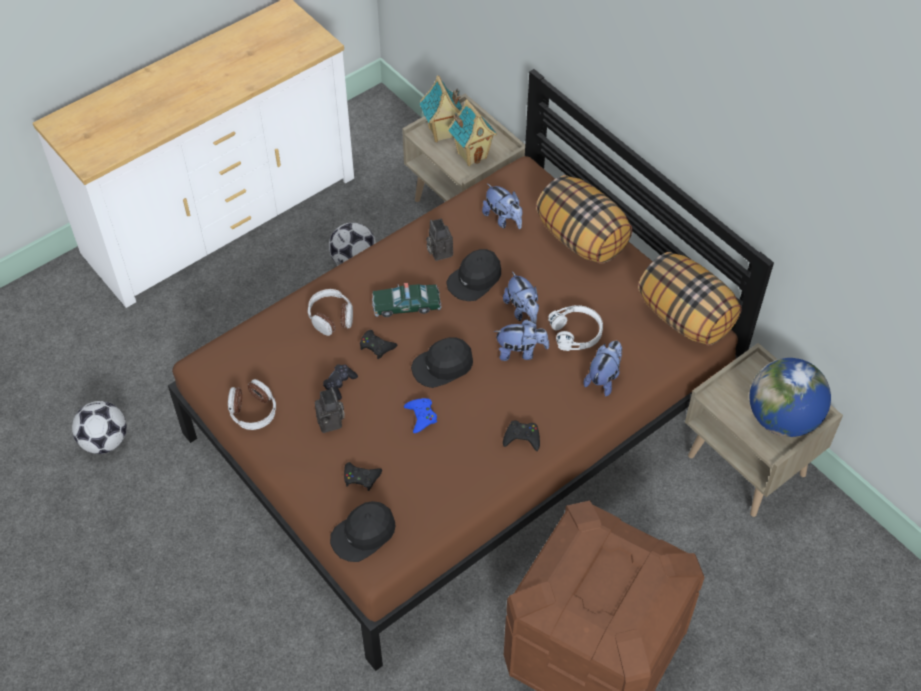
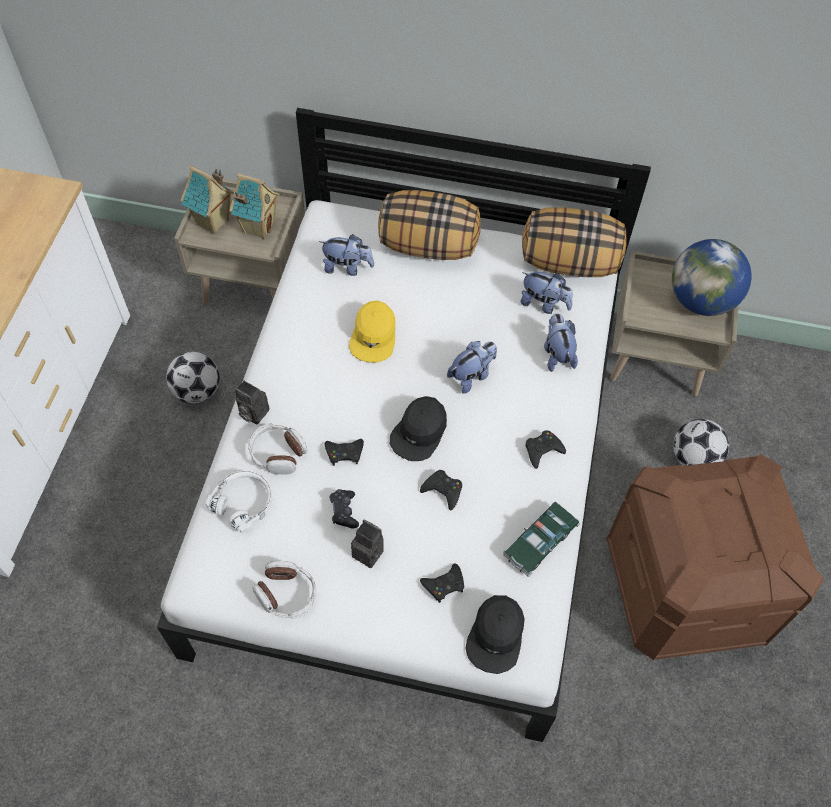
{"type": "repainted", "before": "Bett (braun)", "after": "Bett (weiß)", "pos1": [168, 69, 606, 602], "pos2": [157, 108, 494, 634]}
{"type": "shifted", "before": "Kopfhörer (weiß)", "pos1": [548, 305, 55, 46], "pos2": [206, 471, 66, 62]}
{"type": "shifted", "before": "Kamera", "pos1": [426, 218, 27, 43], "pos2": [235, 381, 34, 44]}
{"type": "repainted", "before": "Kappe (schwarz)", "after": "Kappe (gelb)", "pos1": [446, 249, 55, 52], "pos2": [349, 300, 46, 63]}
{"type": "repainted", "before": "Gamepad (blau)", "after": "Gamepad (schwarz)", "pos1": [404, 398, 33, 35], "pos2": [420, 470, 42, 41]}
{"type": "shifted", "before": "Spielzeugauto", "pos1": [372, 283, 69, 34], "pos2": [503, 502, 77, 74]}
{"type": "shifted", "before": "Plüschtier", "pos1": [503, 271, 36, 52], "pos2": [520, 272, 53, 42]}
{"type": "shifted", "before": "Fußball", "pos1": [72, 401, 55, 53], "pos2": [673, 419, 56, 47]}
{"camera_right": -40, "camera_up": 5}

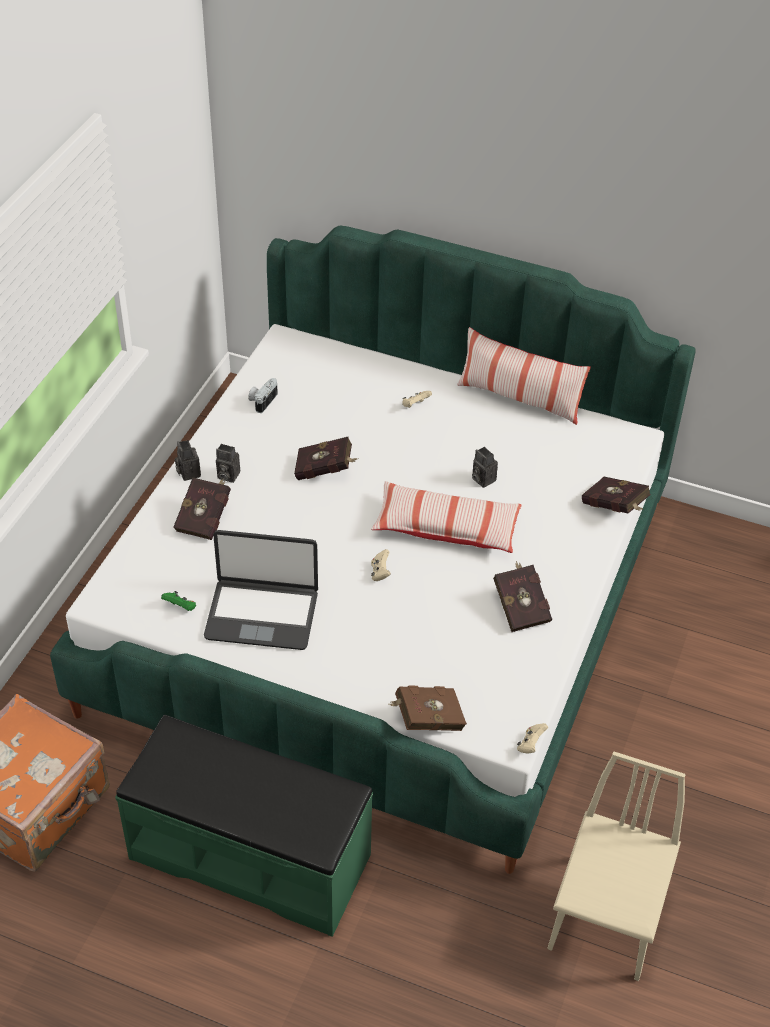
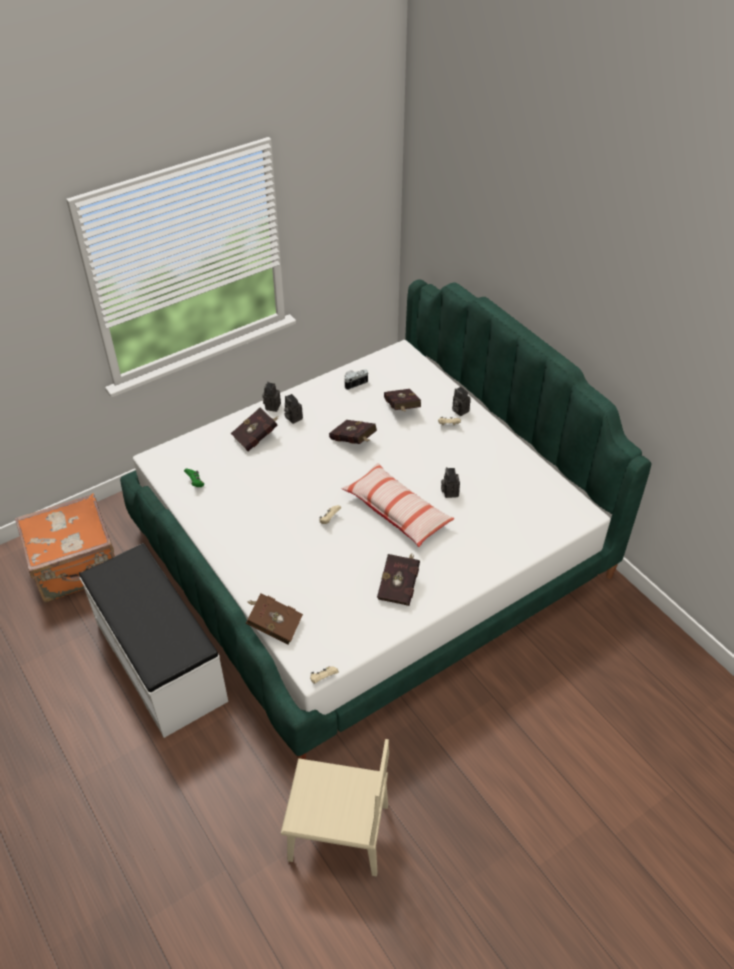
{"type": "repainted", "before": "Bank (grün)", "after": "Bank (weiß)", "pos1": [115, 715, 258, 222], "pos2": [79, 543, 149, 195]}
{"type": "rotated", "before": "Stuhl (beige)", "pos1": [547, 752, 138, 229], "pos2": [281, 739, 108, 138], "turn": 45}
{"type": "shifted", "before": "Buch (rot)", "pos1": [582, 477, 68, 36], "pos2": [384, 389, 37, 22]}
{"type": "new", "after": "Kamera", "pos2": [452, 387, 18, 29]}
{"type": "gone", "before": "Laptop", "pos1": [204, 530, 114, 120]}
{"type": "gone", "before": "Kissen", "pos1": [457, 327, 134, 98]}
{"camera_right": 35, "camera_up": 0}

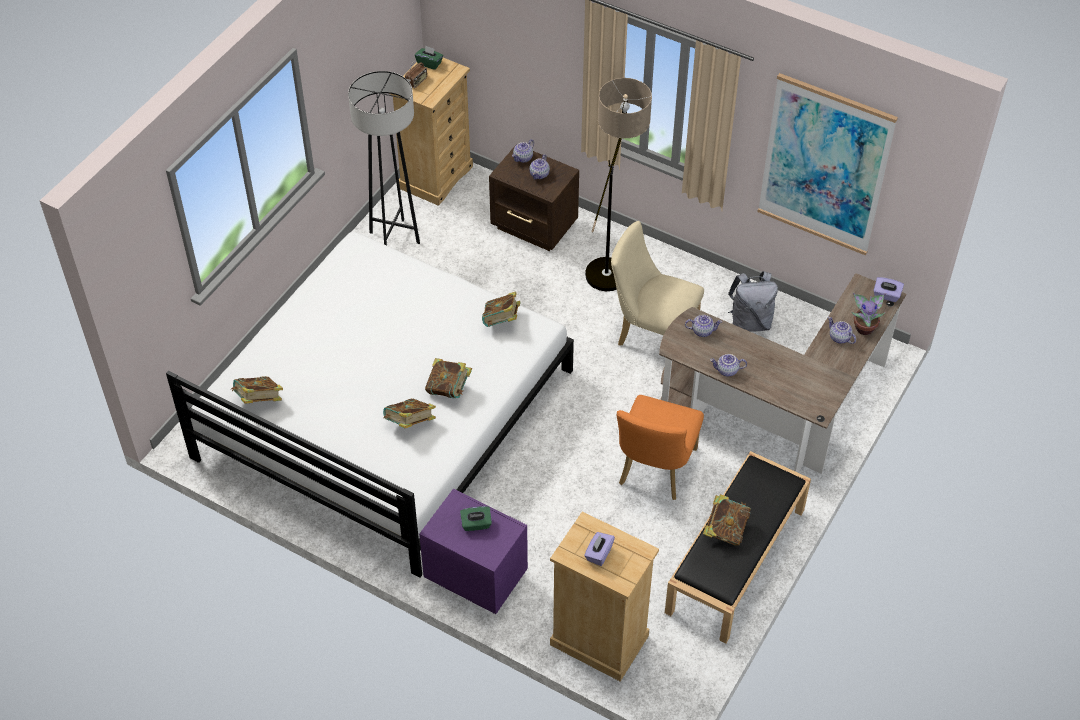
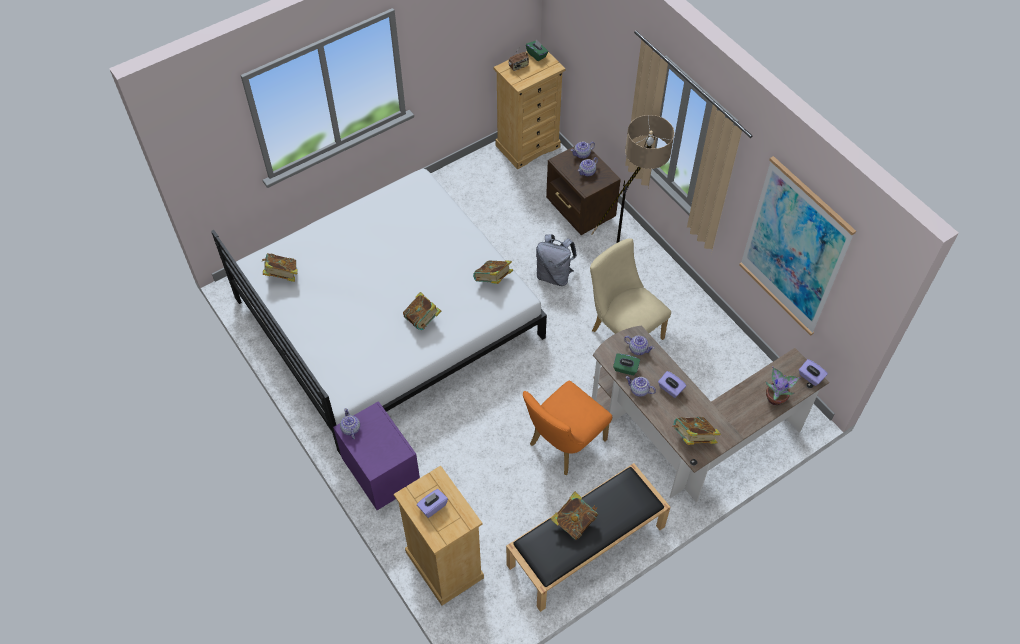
{"type": "shifted", "before": "Teekanne", "pos1": [828, 317, 28, 27], "pos2": [340, 408, 20, 31]}
{"type": "shifted", "before": "Rucksack (grau)", "pos1": [728, 271, 50, 61], "pos2": [536, 234, 41, 52]}
{"type": "shifted", "before": "Taschentuchbox (grün)", "pos1": [460, 506, 32, 25], "pos2": [613, 353, 27, 22]}
{"type": "new", "after": "Taschentuchbox (lila)", "pos2": [658, 371, 28, 27]}
{"type": "shifted", "before": "Buch", "pos1": [383, 399, 53, 29], "pos2": [672, 417, 49, 28]}
{"type": "gone", "before": "Stehlampe (grau)", "pos1": [348, 71, 72, 175]}
{"camera_right": 25, "camera_up": 5}

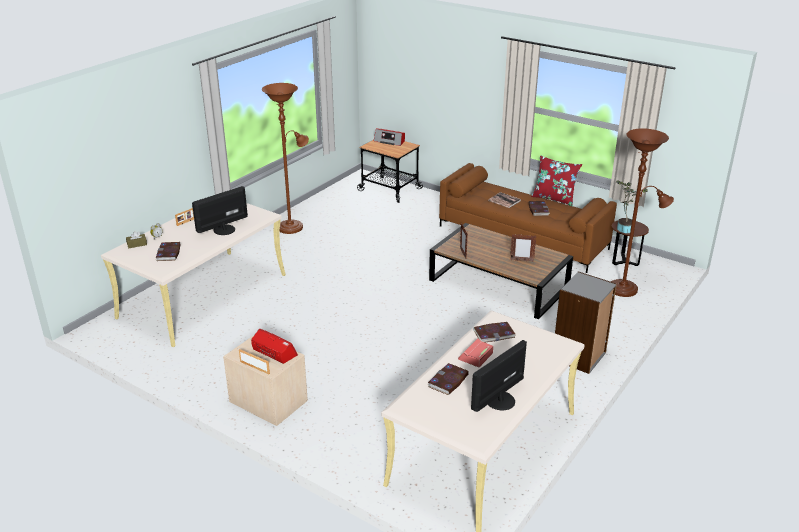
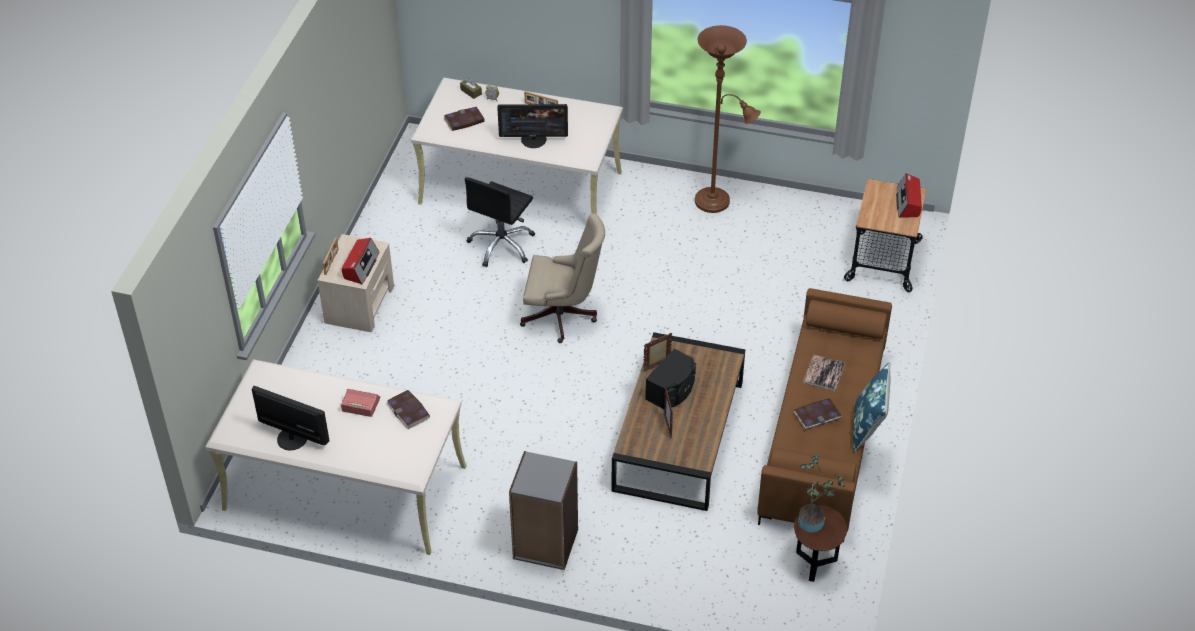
{"type": "new", "after": "Bürostuhl (schwarz)", "pos2": [465, 177, 70, 90]}
{"type": "rotated", "before": "Monitor", "pos1": [192, 186, 56, 49], "pos2": [497, 104, 71, 44], "turn": 150}
{"type": "new", "after": "Bürostuhl (beige)", "pos2": [520, 213, 85, 130]}
{"type": "new", "after": "Lautsprecher (schwarz)", "pos2": [645, 349, 51, 60]}
{"type": "repainted", "before": "Kissen (rot)", "after": "Kissen (blau)", "pos1": [531, 155, 51, 51], "pos2": [853, 362, 37, 90]}
{"type": "gone", "before": "Buch", "pos1": [427, 363, 42, 32]}
{"type": "gone", "before": "Stehlampe (braun)", "pos1": [611, 128, 63, 169]}
{"camera_right": 70, "camera_up": 15}

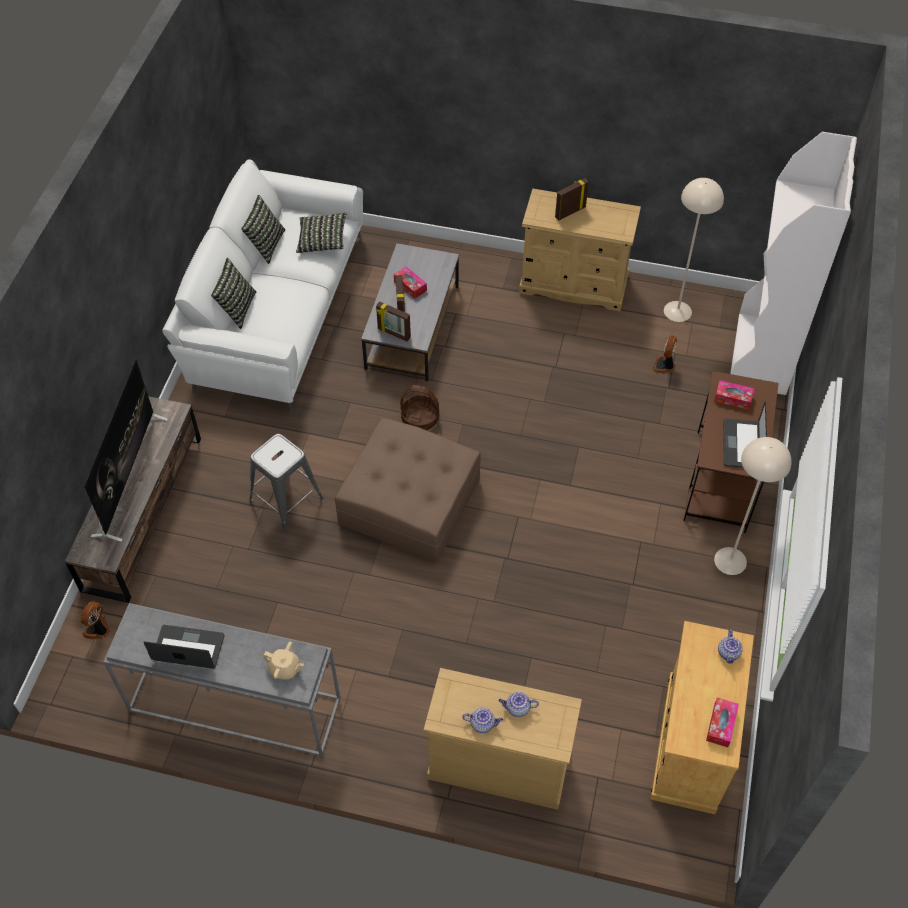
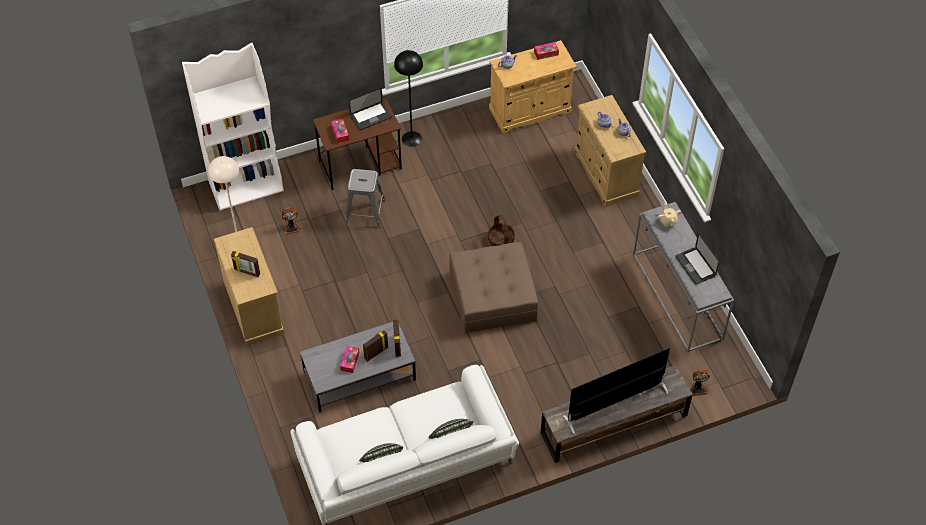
{"type": "shifted", "before": "Hocker (grau)", "pos1": [249, 434, 74, 97], "pos2": [345, 169, 40, 59]}
{"type": "repainted", "before": "Stehlampe (beige)", "after": "Stehlampe (schwarz)", "pos1": [714, 437, 78, 138], "pos2": [394, 50, 29, 97]}
{"type": "shifted", "before": "Korb", "pos1": [400, 385, 39, 45], "pos2": [488, 215, 27, 31]}
{"type": "gone", "before": "Kissen", "pos1": [296, 213, 51, 40]}
{"camera_right": -125, "camera_up": 0}

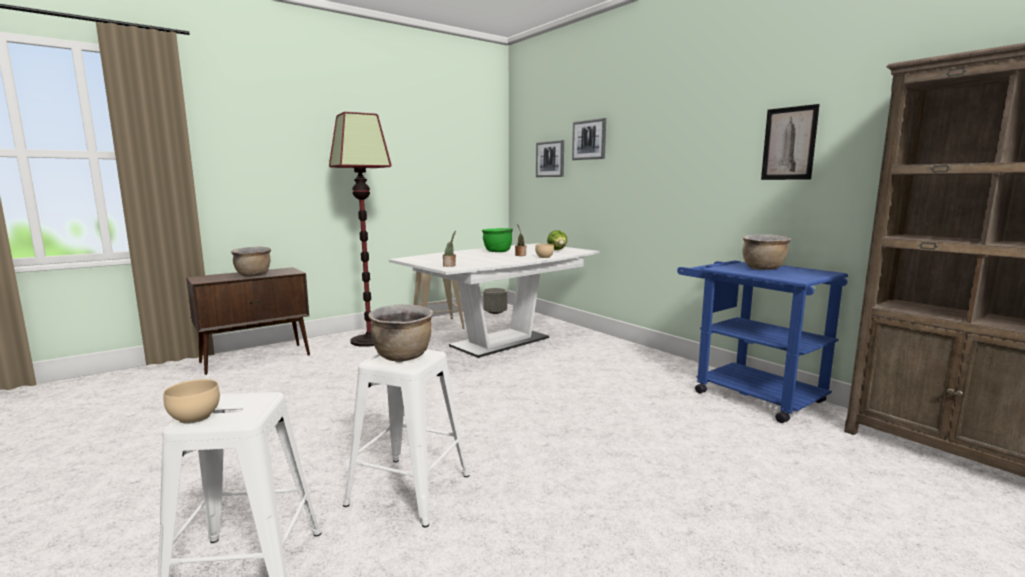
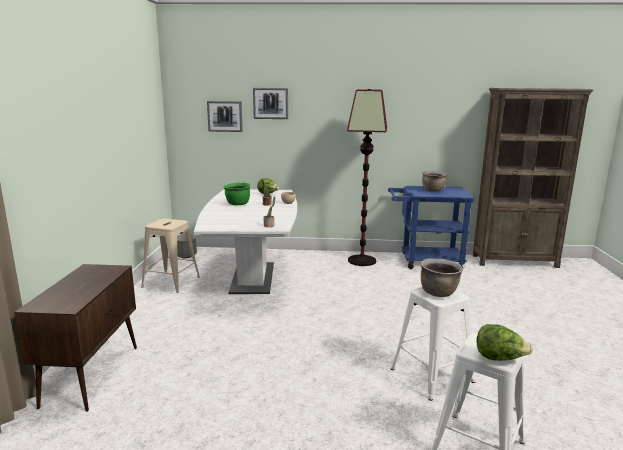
{"type": "shifted", "before": "Stehlampe", "pos1": [329, 112, 63, 235], "pos2": [347, 89, 40, 177]}
{"type": "swapped", "before": "Schüssel (beige)", "after": "Salatkopf", "pos1": [163, 379, 57, 45], "pos2": [476, 324, 57, 37]}
{"type": "gone", "before": "Kochtopf (braun)", "pos1": [231, 247, 40, 30]}
{"type": "gone", "before": "Bild", "pos1": [761, 104, 59, 76]}
{"camera_right": -50, "camera_up": 5}

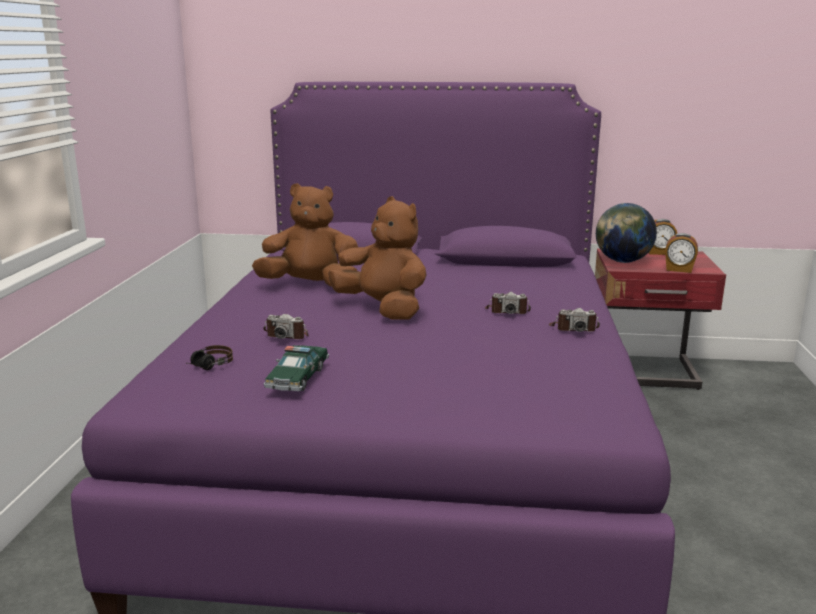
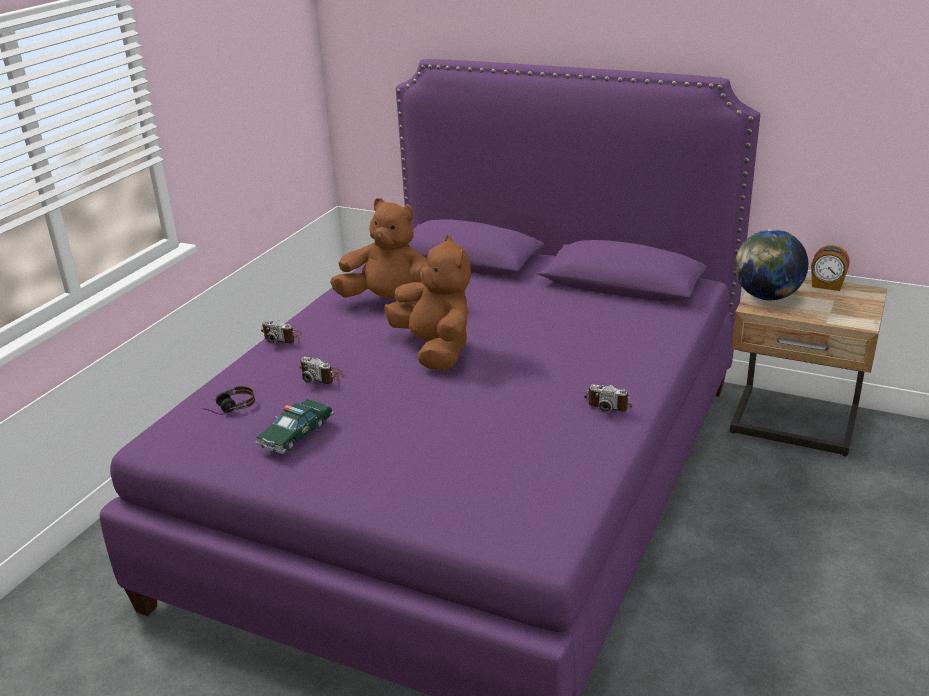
{"type": "shifted", "before": "Kamera", "pos1": [485, 292, 46, 22], "pos2": [261, 320, 41, 24]}
{"type": "repainted", "before": "Nachttisch (rot)", "after": "Nachttisch (beige)", "pos1": [595, 249, 131, 141], "pos2": [730, 277, 158, 180]}
{"type": "gone", "before": "Wecker", "pos1": [665, 233, 33, 40]}
{"camera_right": 20, "camera_up": 10}

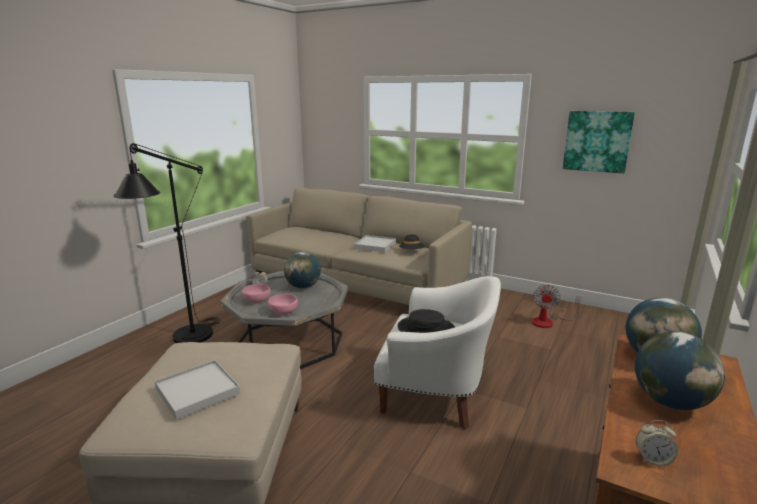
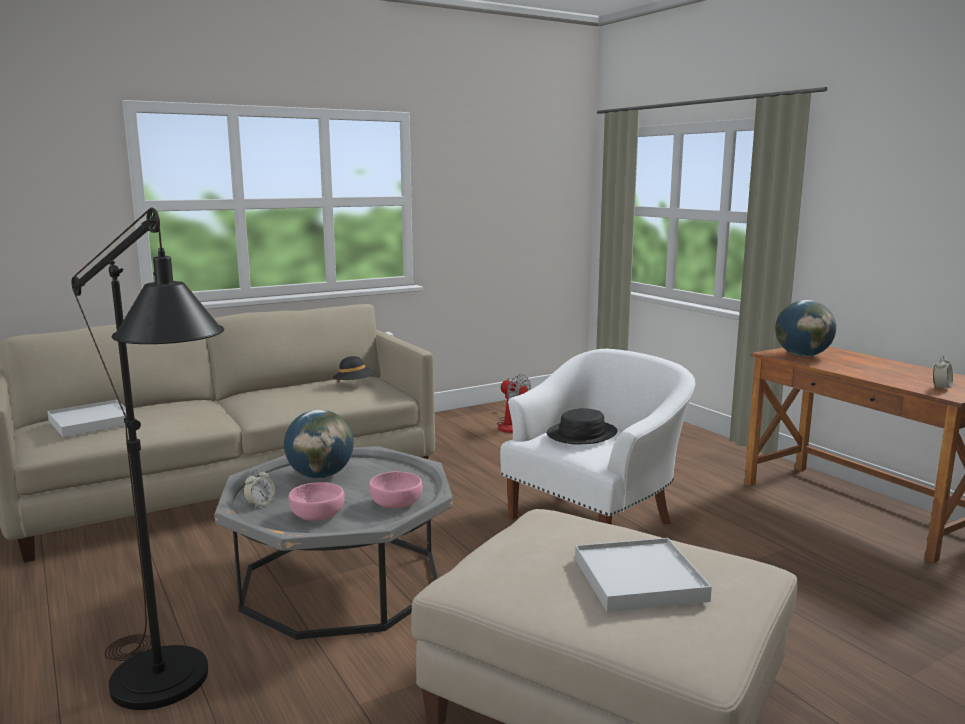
{"type": "shifted", "before": "Tablett (weiß)", "pos1": [354, 235, 42, 17], "pos2": [47, 400, 80, 37]}
{"type": "gone", "before": "Bild", "pos1": [563, 111, 72, 62]}
{"type": "gone", "before": "Globus", "pos1": [635, 331, 90, 79]}
{"camera_right": -60, "camera_up": -5}

